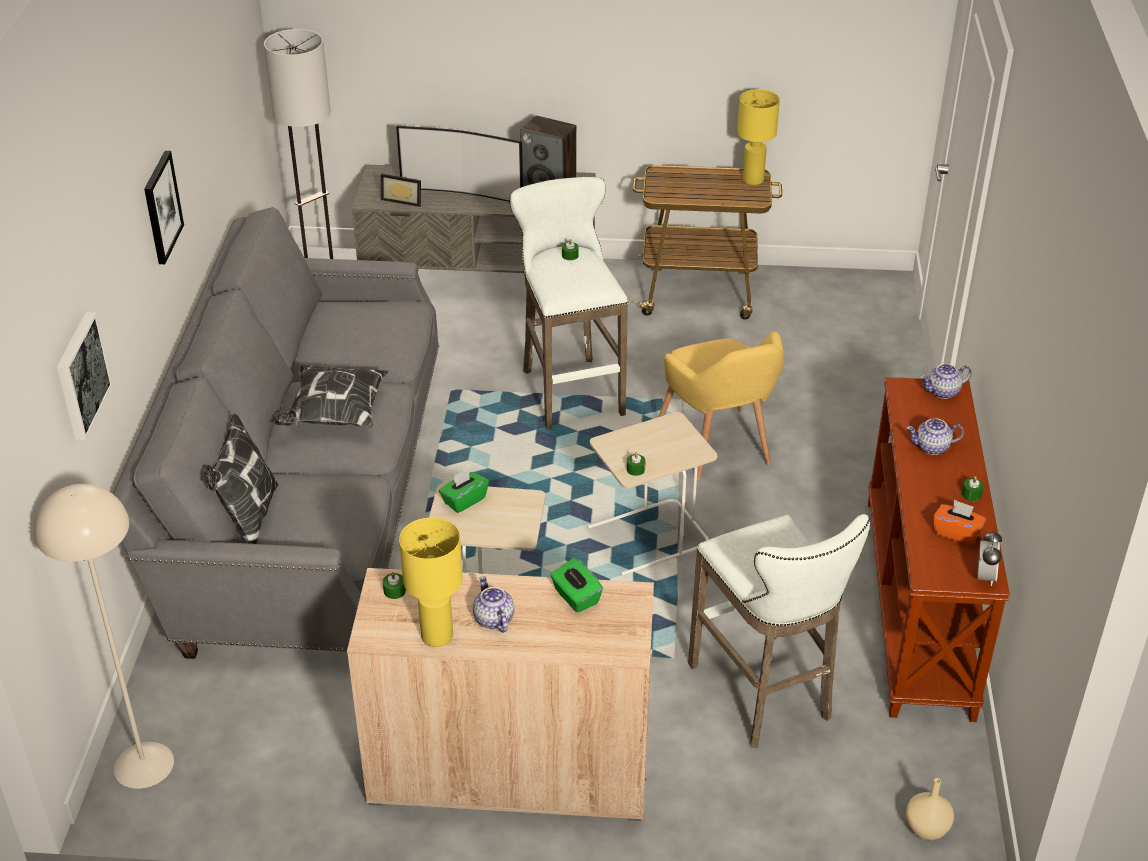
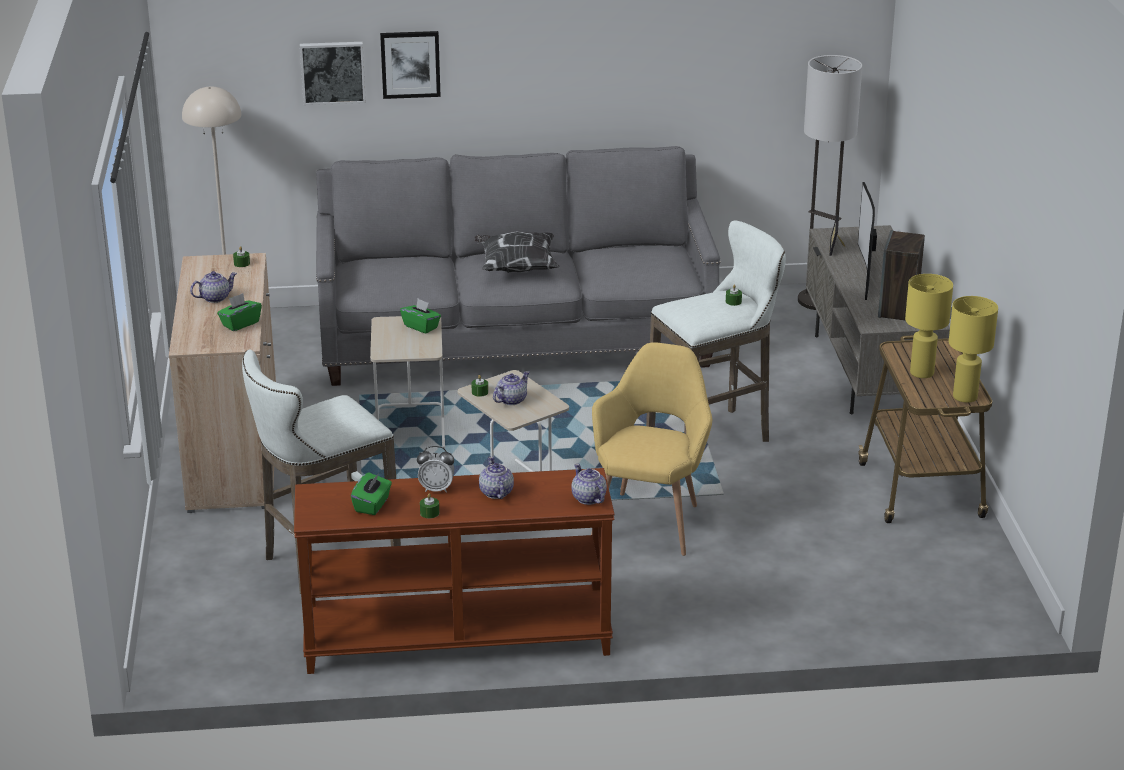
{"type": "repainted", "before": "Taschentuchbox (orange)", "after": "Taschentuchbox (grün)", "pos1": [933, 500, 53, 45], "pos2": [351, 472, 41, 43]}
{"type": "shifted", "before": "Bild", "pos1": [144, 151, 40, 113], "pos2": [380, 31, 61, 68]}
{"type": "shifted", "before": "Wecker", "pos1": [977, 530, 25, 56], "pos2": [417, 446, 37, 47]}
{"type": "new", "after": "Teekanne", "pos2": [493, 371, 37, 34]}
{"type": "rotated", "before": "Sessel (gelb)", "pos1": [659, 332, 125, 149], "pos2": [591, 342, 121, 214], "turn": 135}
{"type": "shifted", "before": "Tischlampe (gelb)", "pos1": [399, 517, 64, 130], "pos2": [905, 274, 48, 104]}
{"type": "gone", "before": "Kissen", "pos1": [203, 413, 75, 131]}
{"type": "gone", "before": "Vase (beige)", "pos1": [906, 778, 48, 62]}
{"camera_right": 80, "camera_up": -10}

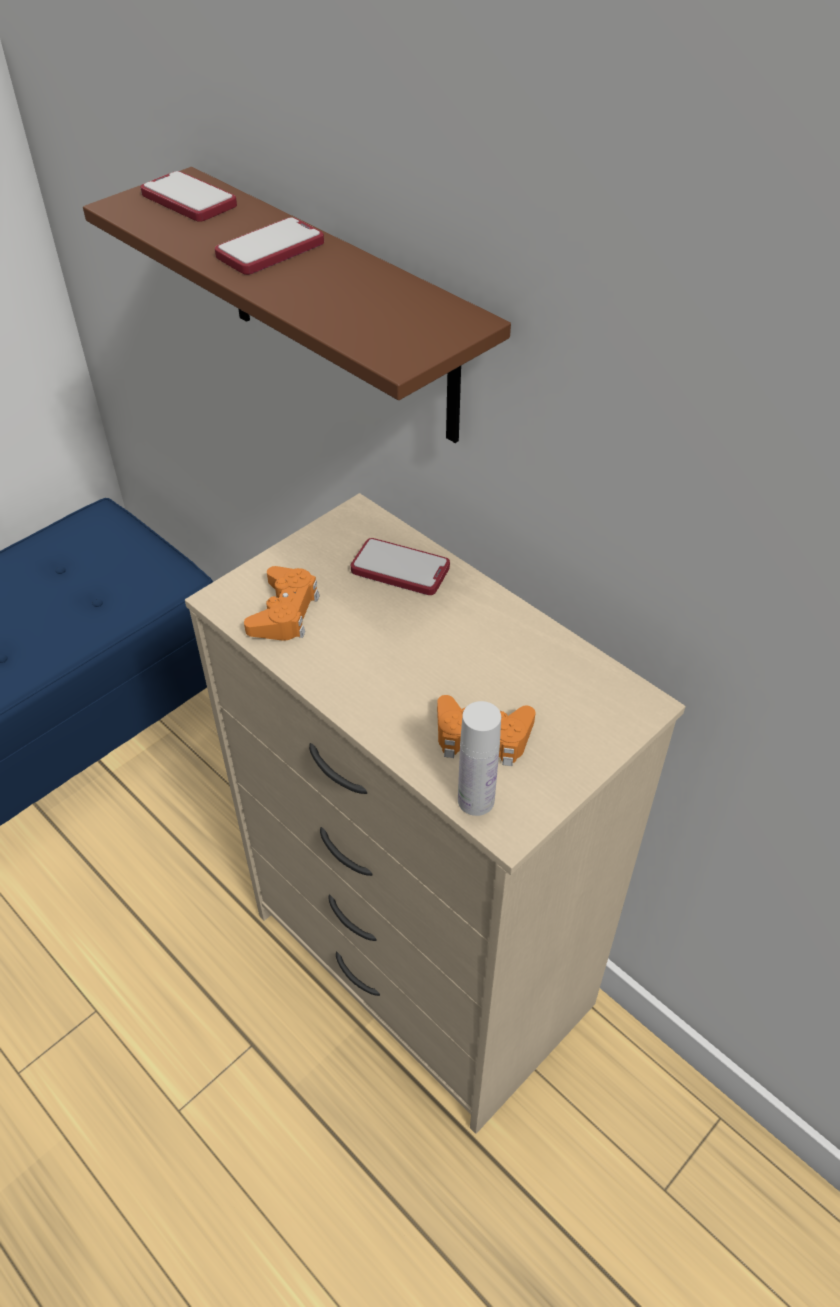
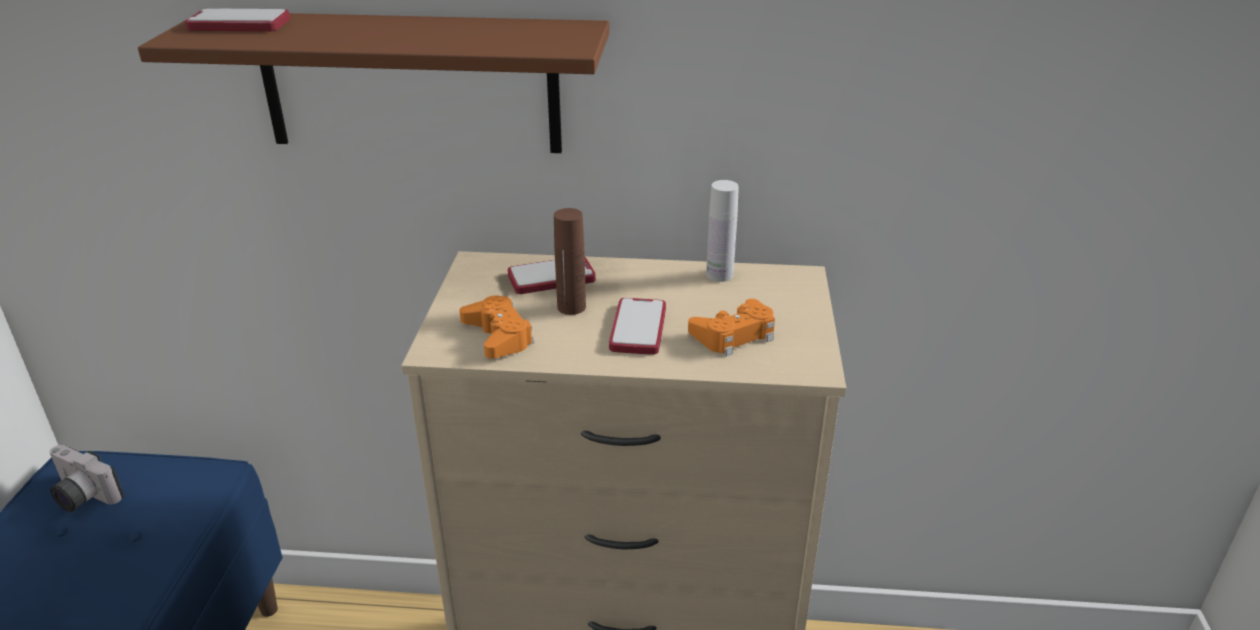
{"type": "new", "after": "Kamera", "pos2": [50, 445, 74, 67]}
{"type": "new", "after": "Flasche (braun)", "pos2": [554, 208, 32, 107]}
{"type": "shifted", "before": "Handy", "pos1": [215, 217, 109, 58], "pos2": [609, 298, 57, 57]}
{"type": "shifted", "before": "Flasche (weiß)", "pos1": [458, 701, 43, 115], "pos2": [706, 180, 33, 102]}
{"camera_right": -40, "camera_up": -15}

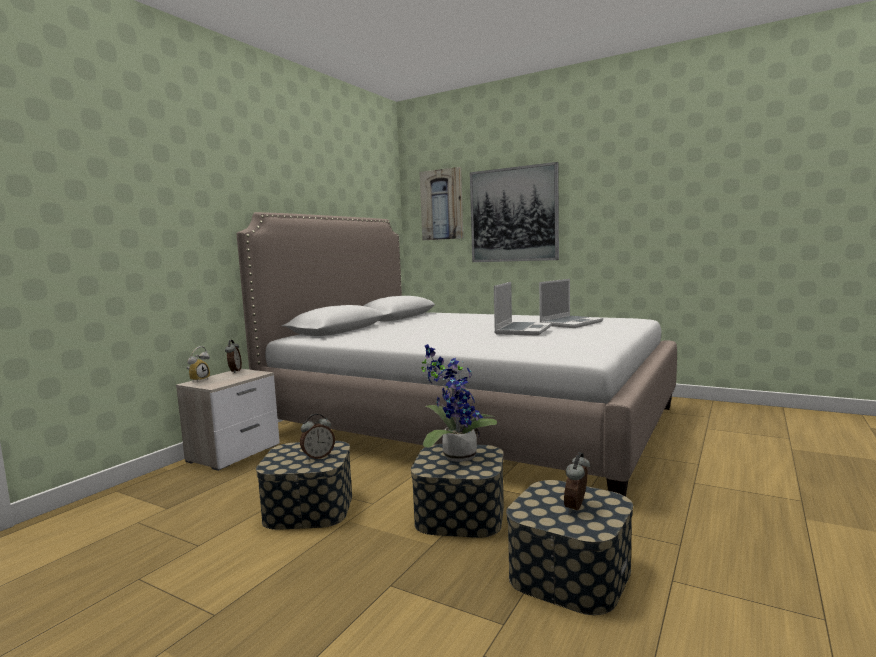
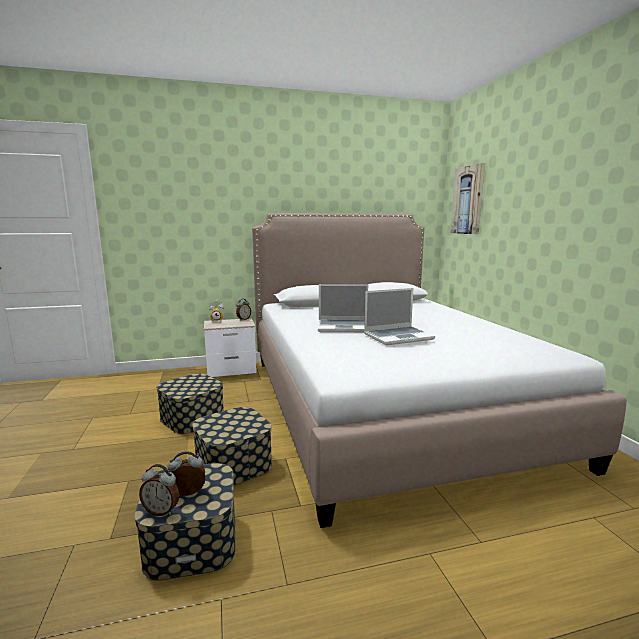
{"type": "shifted", "before": "Wecker", "pos1": [300, 414, 35, 46], "pos2": [139, 464, 40, 52]}
{"type": "shifted", "before": "Laptop", "pos1": [539, 279, 64, 49], "pos2": [318, 284, 50, 48]}
{"type": "gone", "before": "Topfpflanze", "pos1": [421, 344, 76, 118]}
{"type": "gone", "before": "Bild", "pos1": [470, 162, 89, 100]}
{"camera_right": 45, "camera_up": 5}

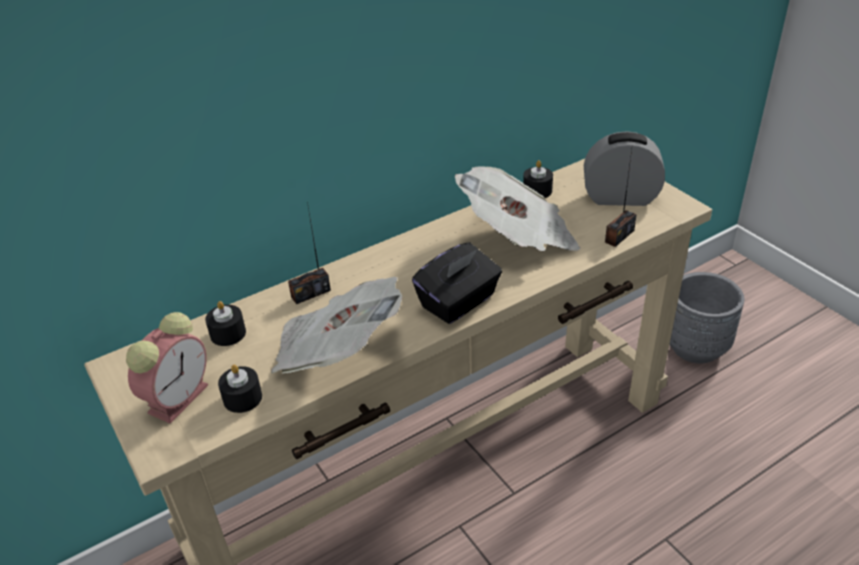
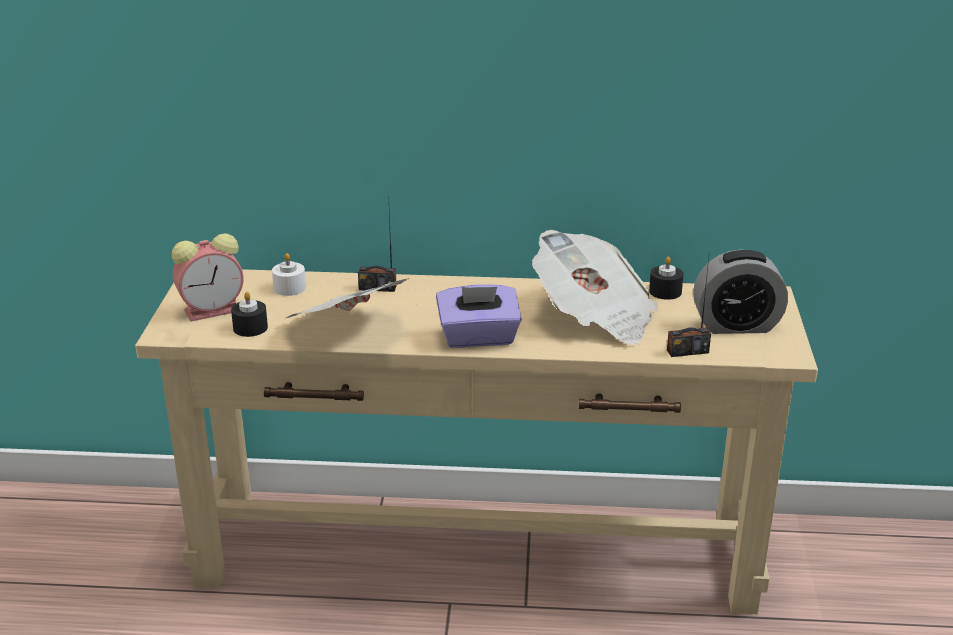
{"type": "repainted", "before": "Kerze (schwarz)", "after": "Kerze (weiß)", "pos1": [205, 301, 41, 45], "pos2": [272, 253, 34, 43]}
{"type": "repainted", "before": "Taschentuchbox (schwarz)", "after": "Taschentuchbox (lila)", "pos1": [412, 242, 90, 82], "pos2": [436, 284, 86, 64]}
{"type": "rotated", "before": "Wecker", "pos1": [584, 131, 81, 75], "pos2": [693, 249, 95, 85], "turn": 135}
{"type": "gone", "before": "Pflanzkübel (grau)", "pos1": [670, 272, 74, 91]}
{"camera_right": 35, "camera_up": -10}

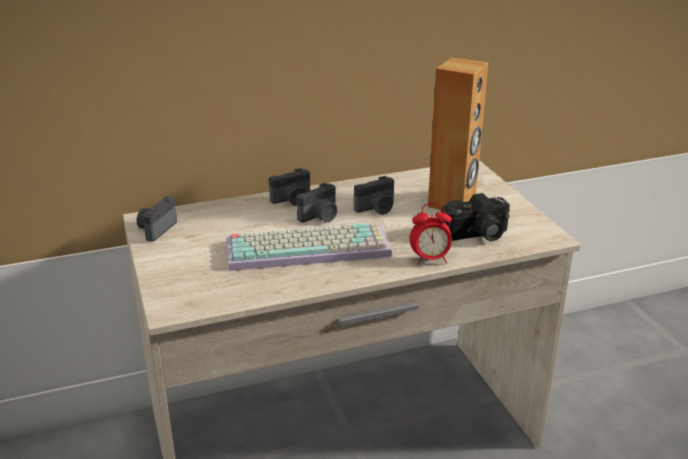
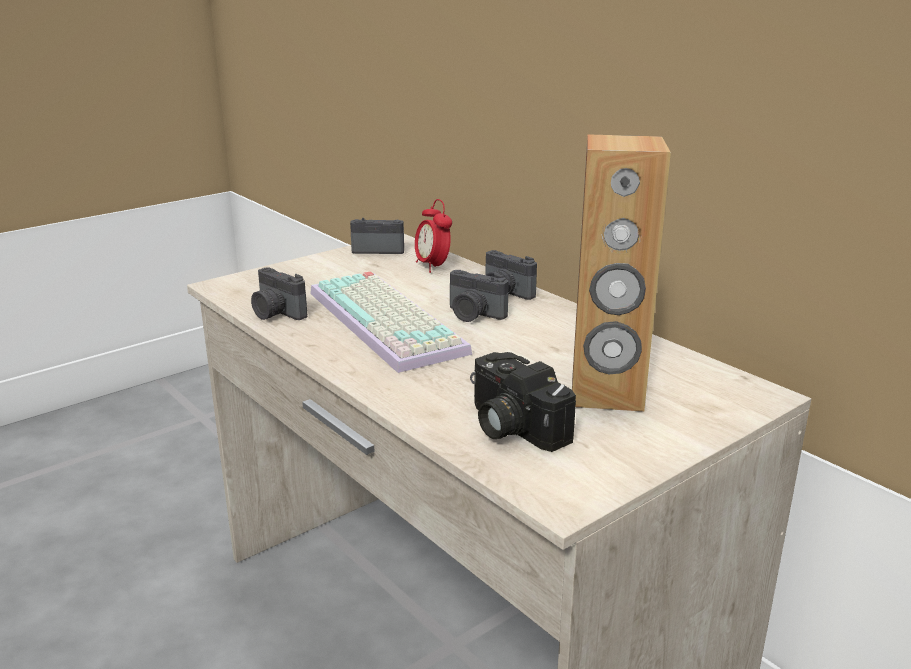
{"type": "shifted", "before": "Kamera", "pos1": [354, 176, 40, 39], "pos2": [251, 268, 56, 52]}
{"type": "shifted", "before": "Wecker", "pos1": [410, 203, 42, 62], "pos2": [415, 199, 37, 74]}
{"camera_right": 70, "camera_up": -5}

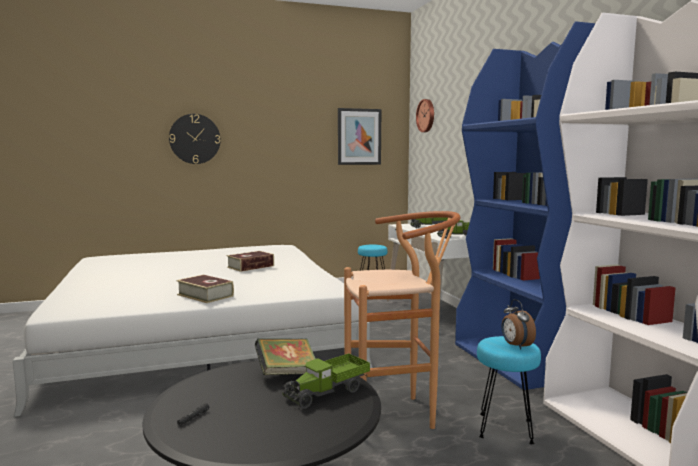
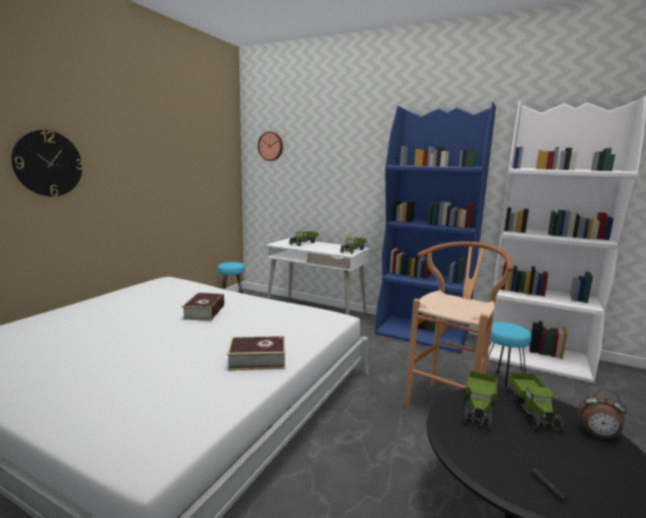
{"type": "swapped", "before": "Buch", "after": "Spielzeuglaster", "pos1": [255, 338, 61, 37], "pos2": [464, 371, 35, 59]}
{"type": "shifted", "before": "Wecker", "pos1": [502, 299, 34, 51], "pos2": [578, 389, 49, 51]}
{"type": "gone", "before": "Bild", "pos1": [338, 108, 43, 57]}
{"camera_right": -45, "camera_up": 5}

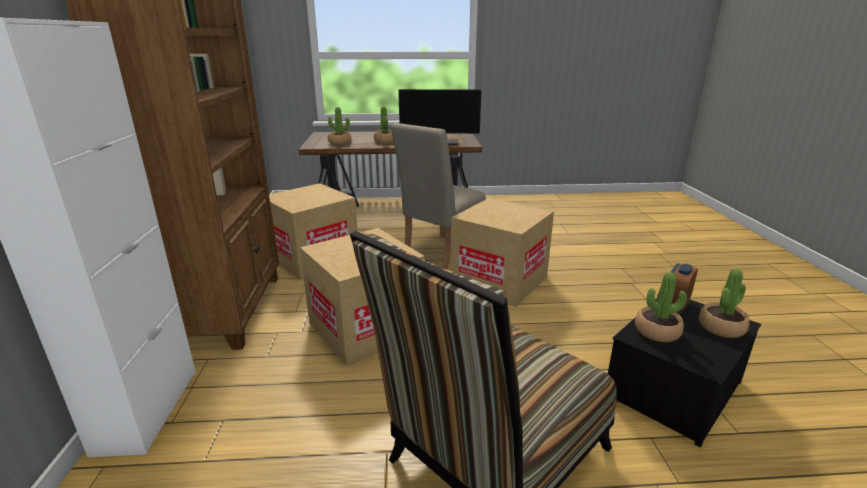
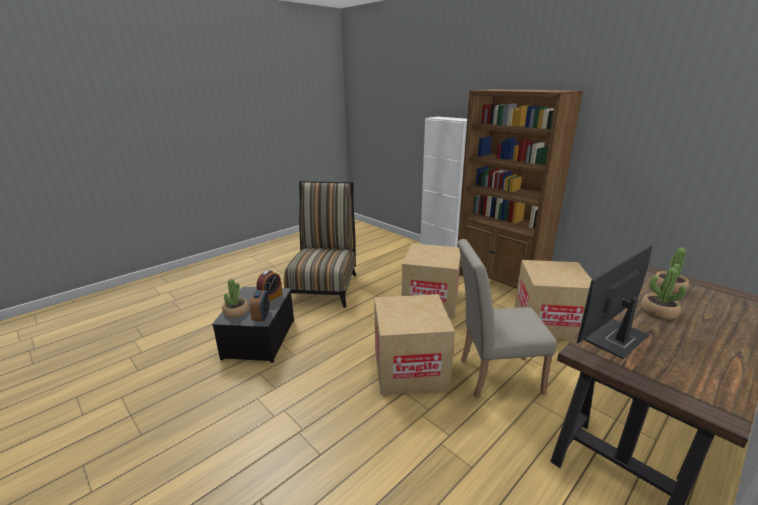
{"type": "swapped", "before": "Topfpflanze", "after": "Wecker", "pos1": [635, 272, 52, 70], "pos2": [256, 270, 26, 32]}
{"type": "rotated", "before": "Stuhl (beige)", "pos1": [391, 123, 95, 146], "pos2": [458, 239, 99, 159], "turn": -90}
{"camera_right": 140, "camera_up": 0}

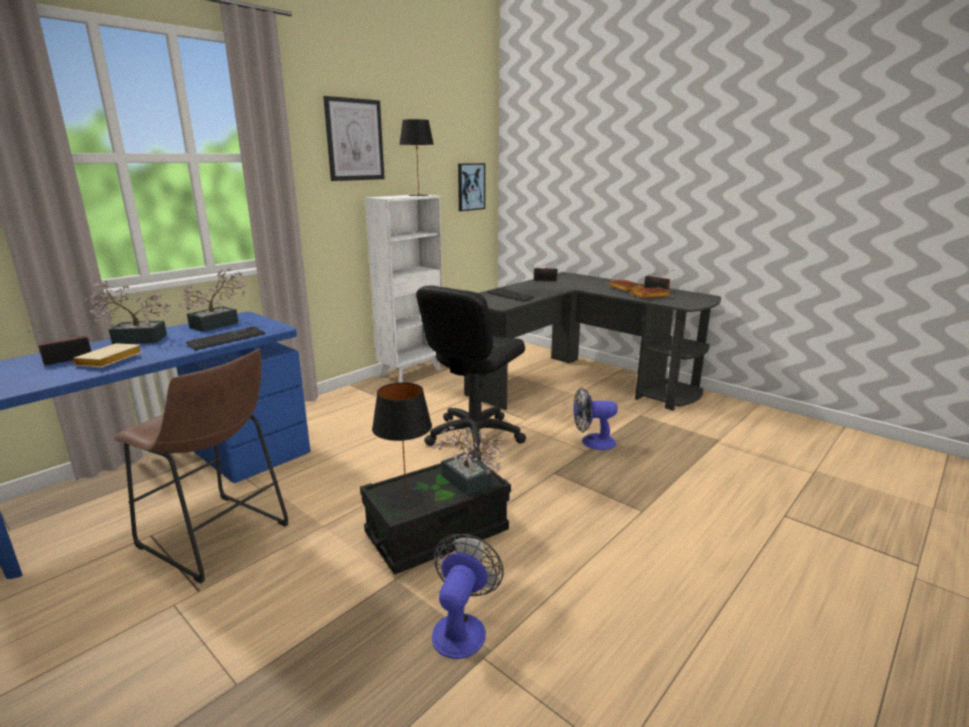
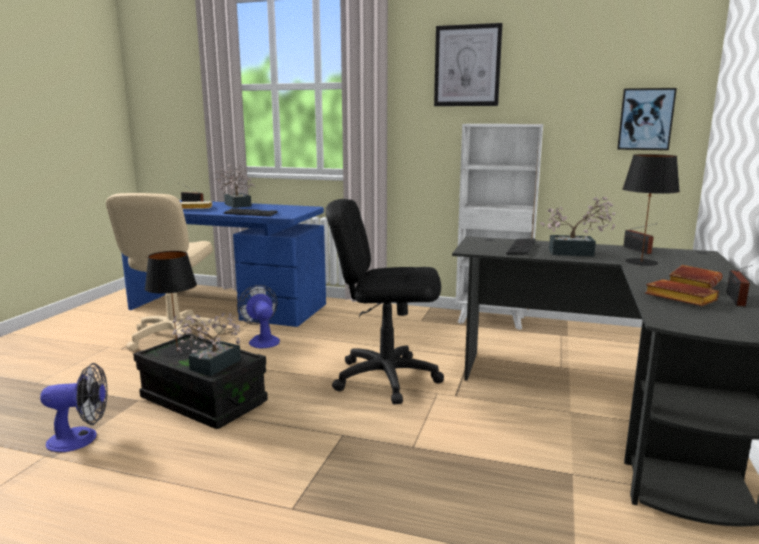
{"type": "swapped", "before": "Hocker (braun)", "after": "Bürostuhl (beige)", "pos1": [114, 349, 175, 235], "pos2": [106, 193, 119, 158]}
{"type": "shifted", "before": "Ventilator", "pos1": [574, 387, 44, 63], "pos2": [237, 285, 43, 63]}
{"type": "shifted", "before": "Topfpflanze", "pos1": [178, 268, 68, 64], "pos2": [540, 196, 76, 60]}
{"type": "shifted", "before": "Tischlampe (schwarz)", "pos1": [399, 119, 35, 77], "pos2": [622, 154, 58, 112]}
{"camera_right": 65, "camera_up": -5}

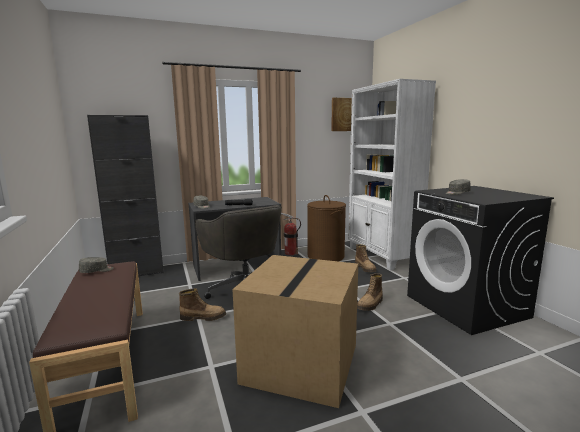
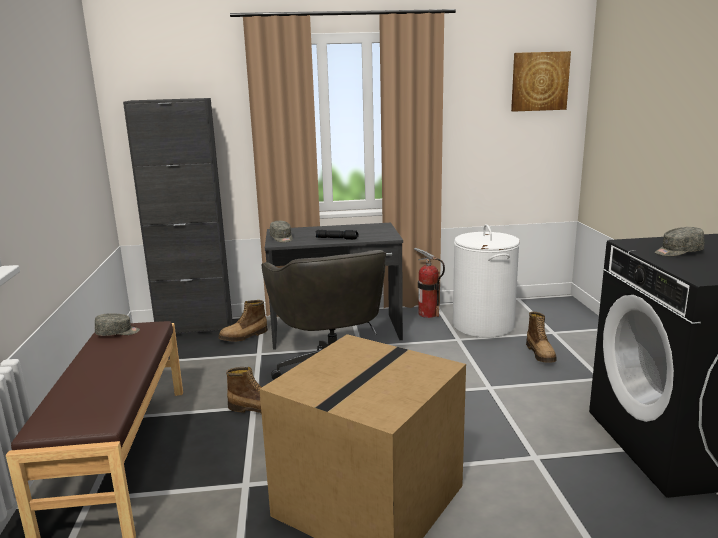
{"type": "shifted", "before": "Stiefel", "pos1": [357, 273, 26, 38], "pos2": [218, 300, 50, 41]}
{"type": "repainted", "before": "Wäschekorb (braun)", "after": "Wäschekorb (weiß)", "pos1": [307, 195, 39, 67], "pos2": [453, 224, 67, 114]}
{"type": "gone", "before": "Bücherregal (weiß)", "pos1": [348, 79, 88, 191]}
{"camera_right": 15, "camera_up": 5}

